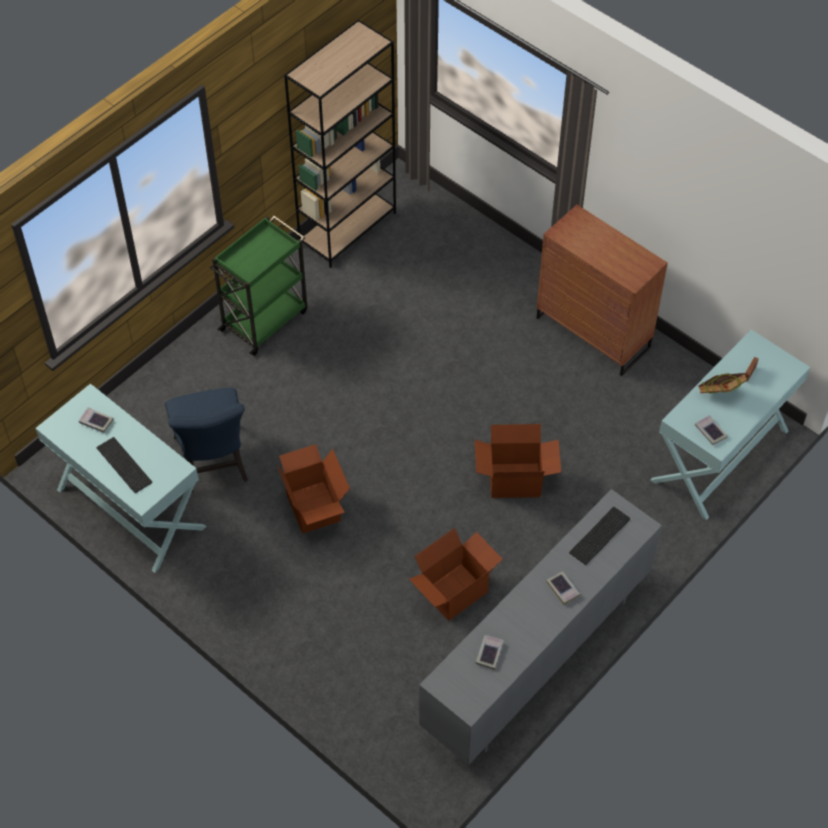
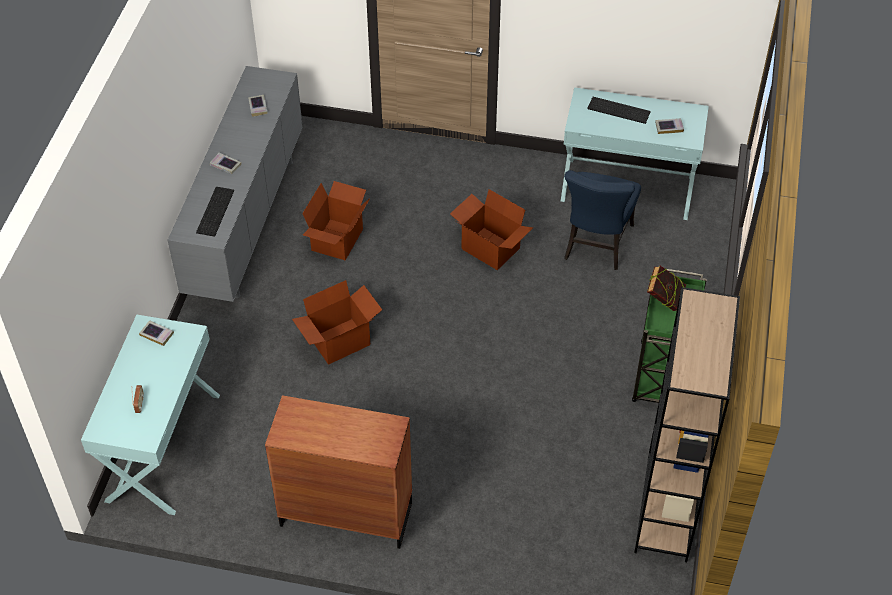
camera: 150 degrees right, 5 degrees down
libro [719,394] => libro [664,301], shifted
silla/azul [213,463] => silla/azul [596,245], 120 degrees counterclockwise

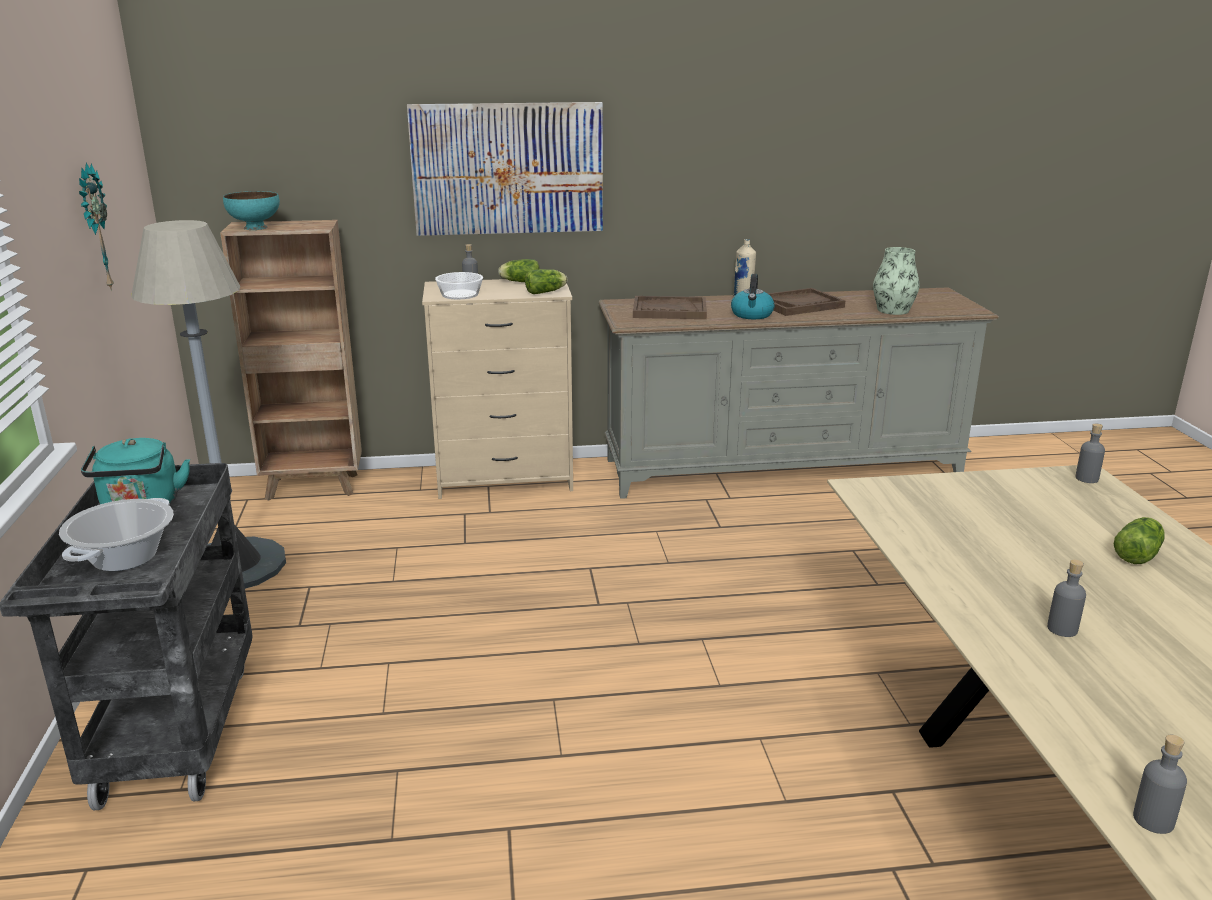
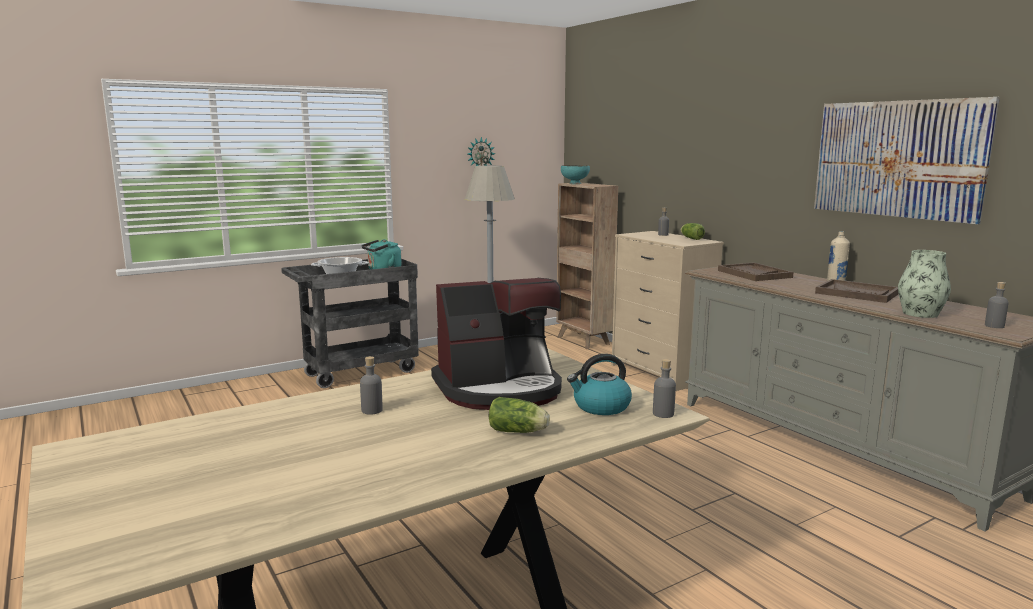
camera: 65 degrees right, 10 degrees down
cuadro [508,169] => cuadro [897,159], shifted
lechuga [547,292] => nothing
cuenco [460,295] => nothing
hervidor [752,315] => hervidor [600,407], shifted
botella/gris [1153,820] => botella/gris [994,326], shifted
nothing => cafetera [499,389]

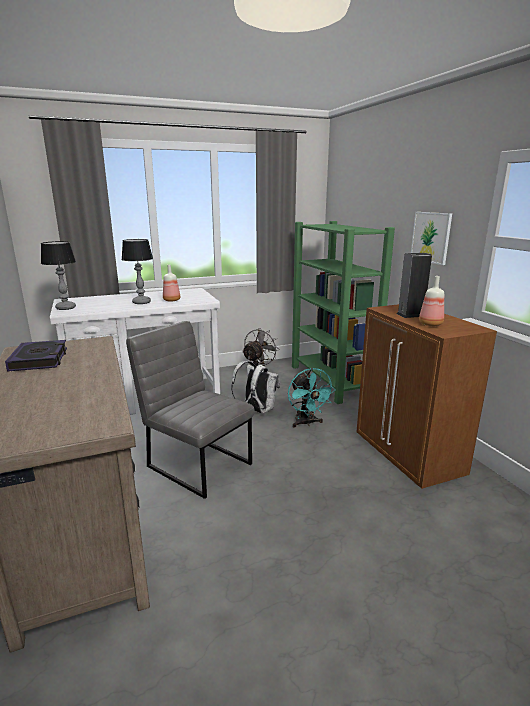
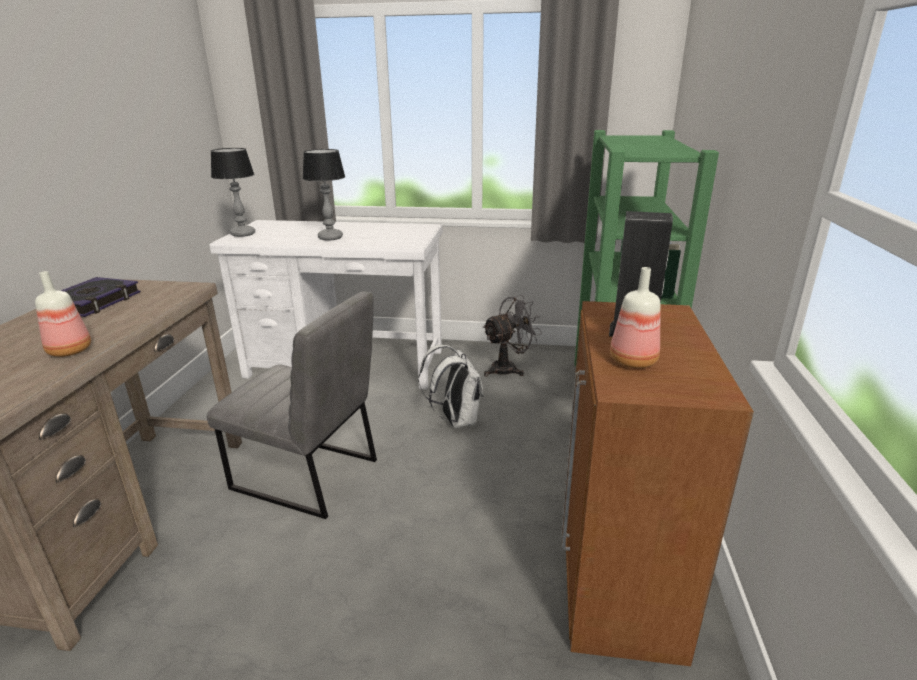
camera: 30 degrees right, 5 degrees up
cuadro [431,237] => nothing
botella [172,300] => botella [71,351], shifted
silla/gris [198,463] => silla/gris [308,476], 135 degrees clockwise
ventilador/turquesa [306,423] => nothing

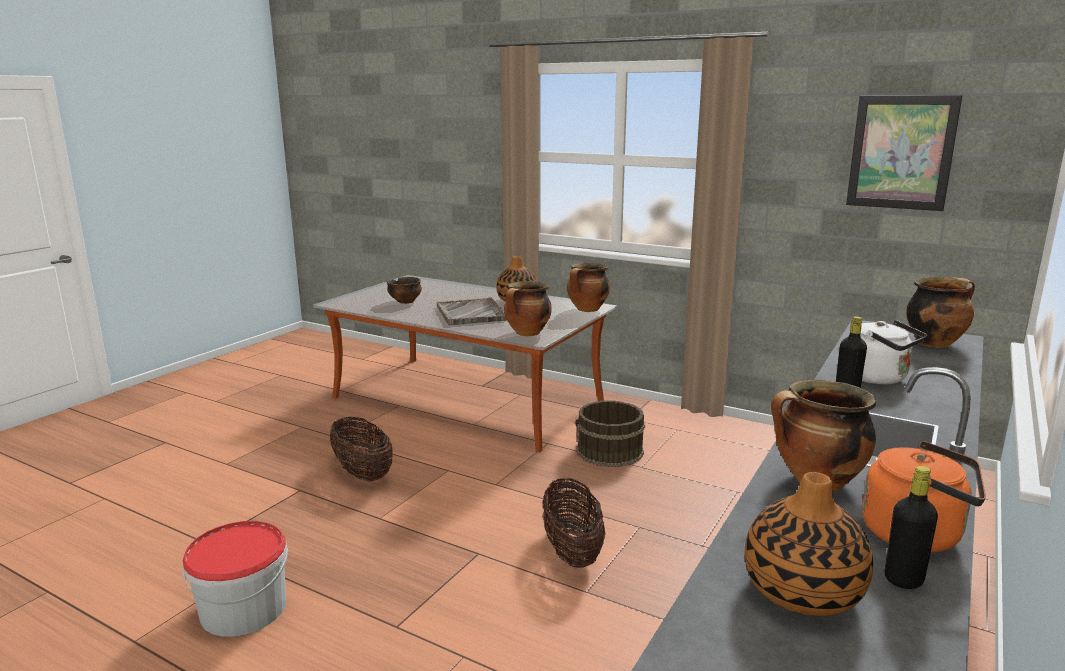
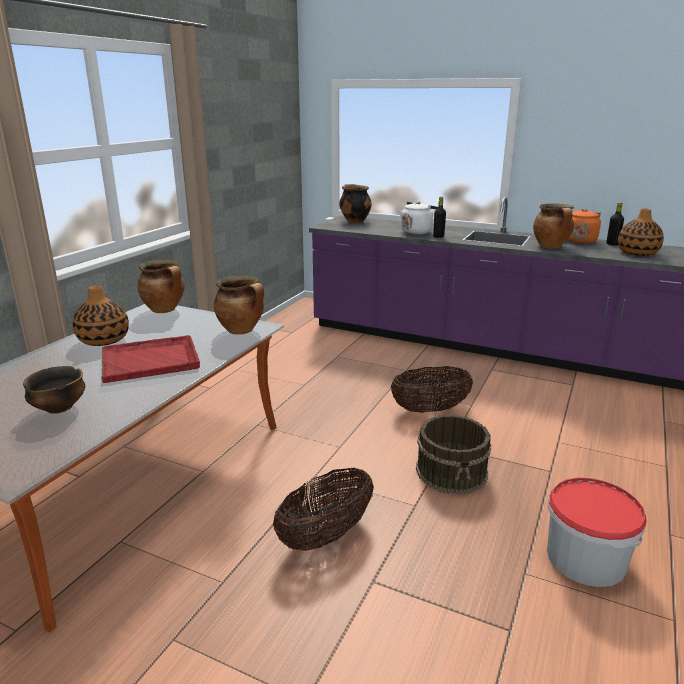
camera: 95 degrees left, 5 degrees up
cuadro [901,152] => nothing
bandeja/gris [471,313] => bandeja/rojo [151,360]
cubo/marrón [609,452] => cubo/marrón [452,471], shifted

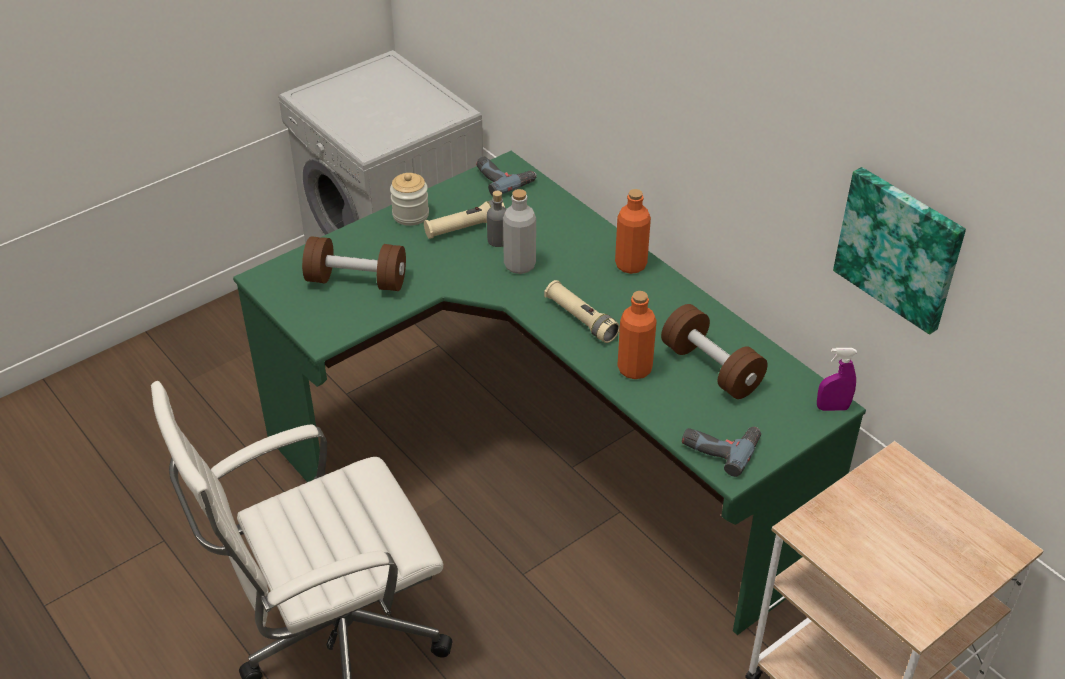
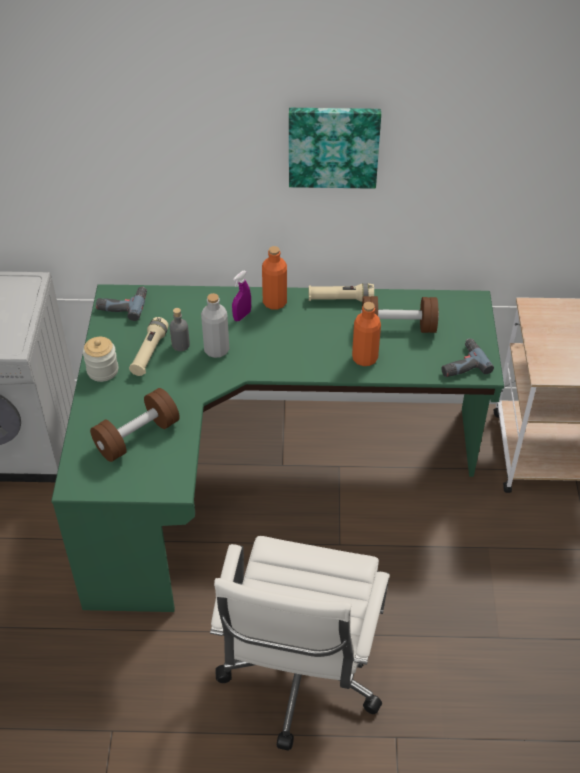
camera: 50 degrees left, 5 degrees up
cuadro [900,248] => cuadro [333,146], shifted
linterna/beis [581,319] => linterna/beis [340,299], shifted
pulverizador/morado [832,408] => pulverizador/morado [242,316], shifted

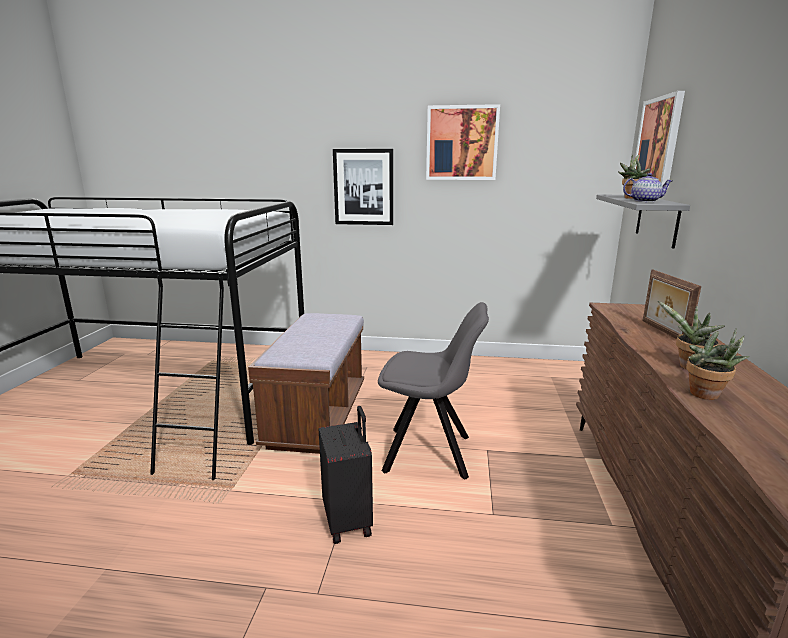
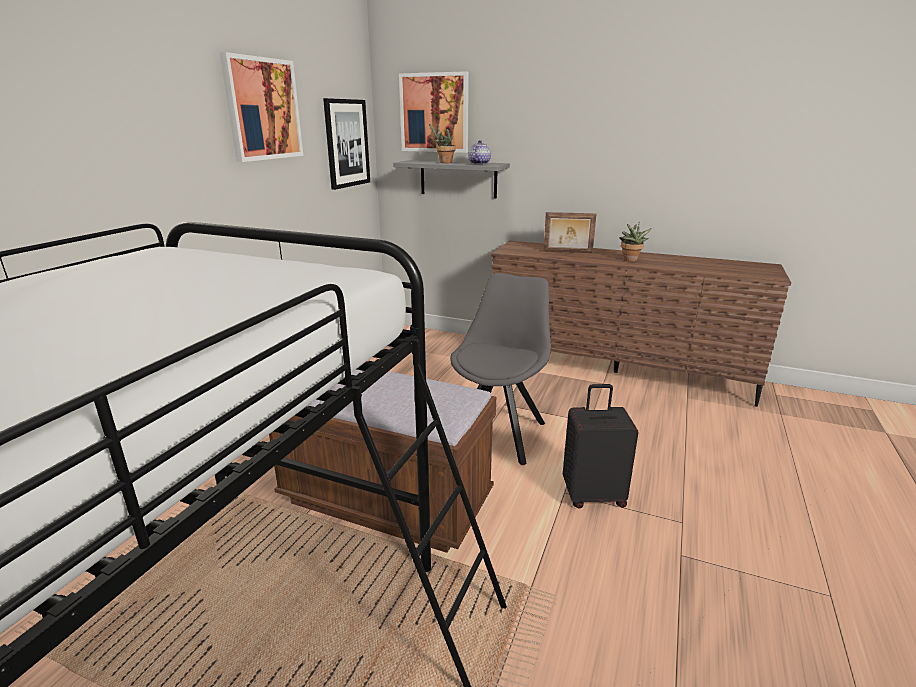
camera: 75 degrees left, 5 degrees up
cuadro [363,187] => cuadro [347,143], shifted
planta en maceta [707,396] => nothing

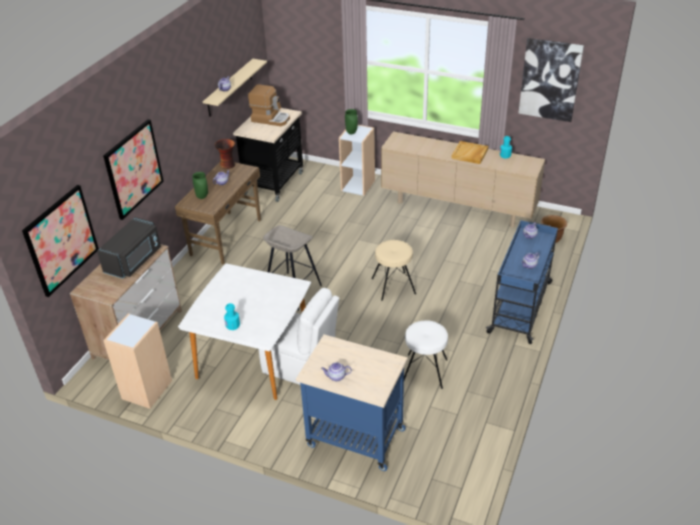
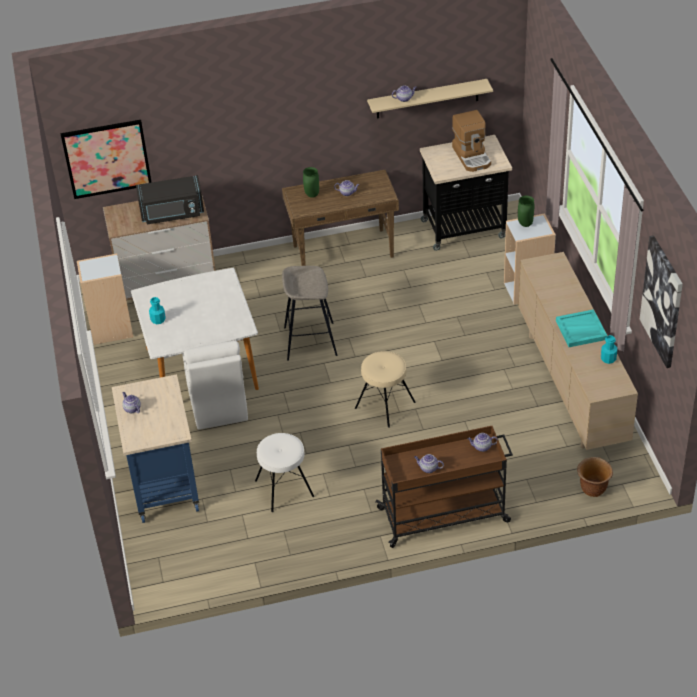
camera: 55 degrees right, 5 degrees up
cuadro [133,169] => nothing
florero [228,165] => nothing
bandeja/beis [470,154] => bandeja/turquesa [580,330]
carrito/azul [520,306] => carrito/marrón [445,515]

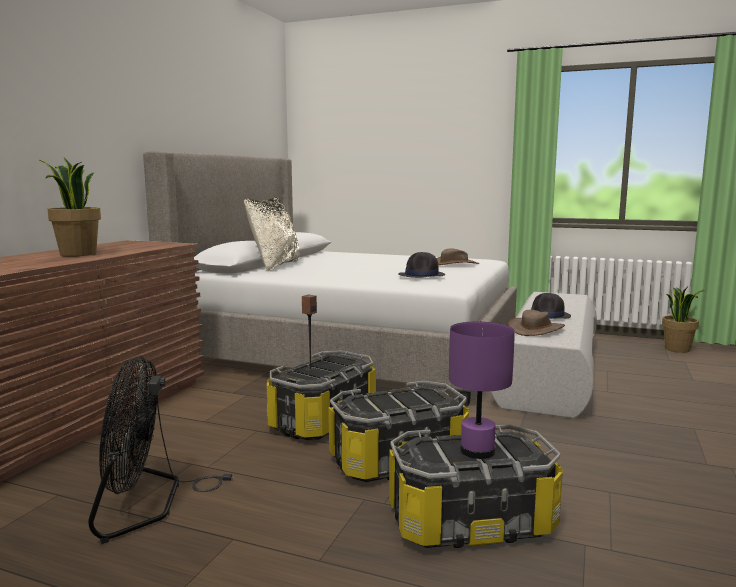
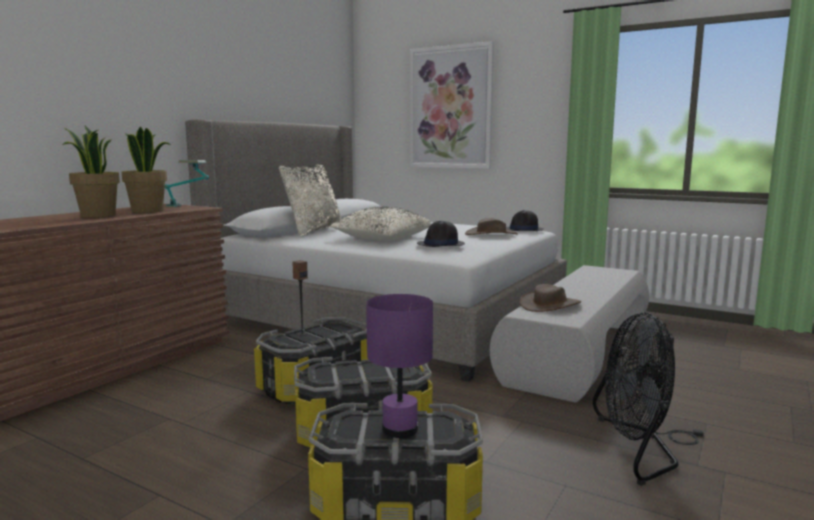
camera: 10 degrees right, 0 degrees up
planta en maceta [677,349] => planta en maceta [148,211], shifted
sombrero/negro [547,315] => sombrero/negro [523,230], shifted
ventilador/negro [153,498] => ventilador/negro [643,447], shifted
nothing => cuadro [450,107]
nothing => lámpara de mesa [188,207]
nothing => cojín/beis [383,237]

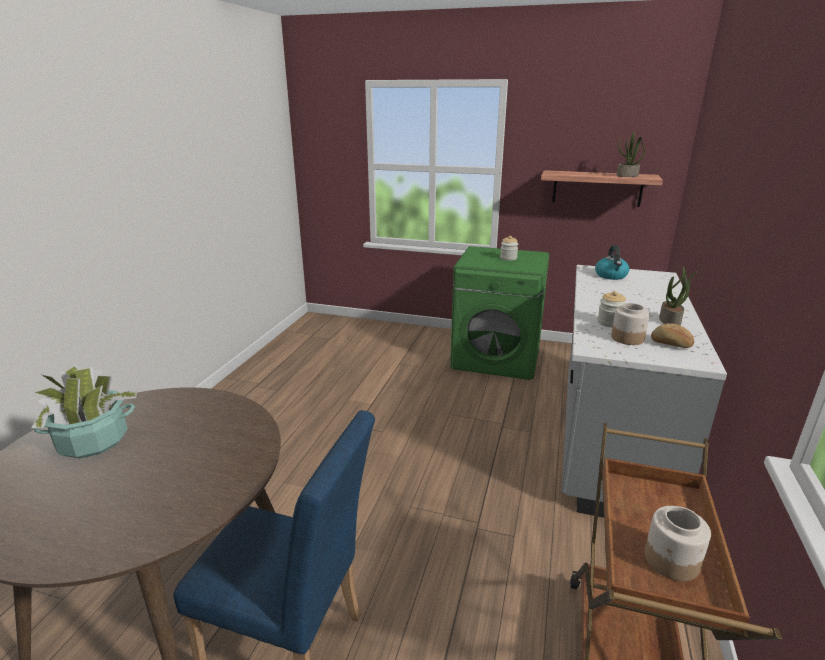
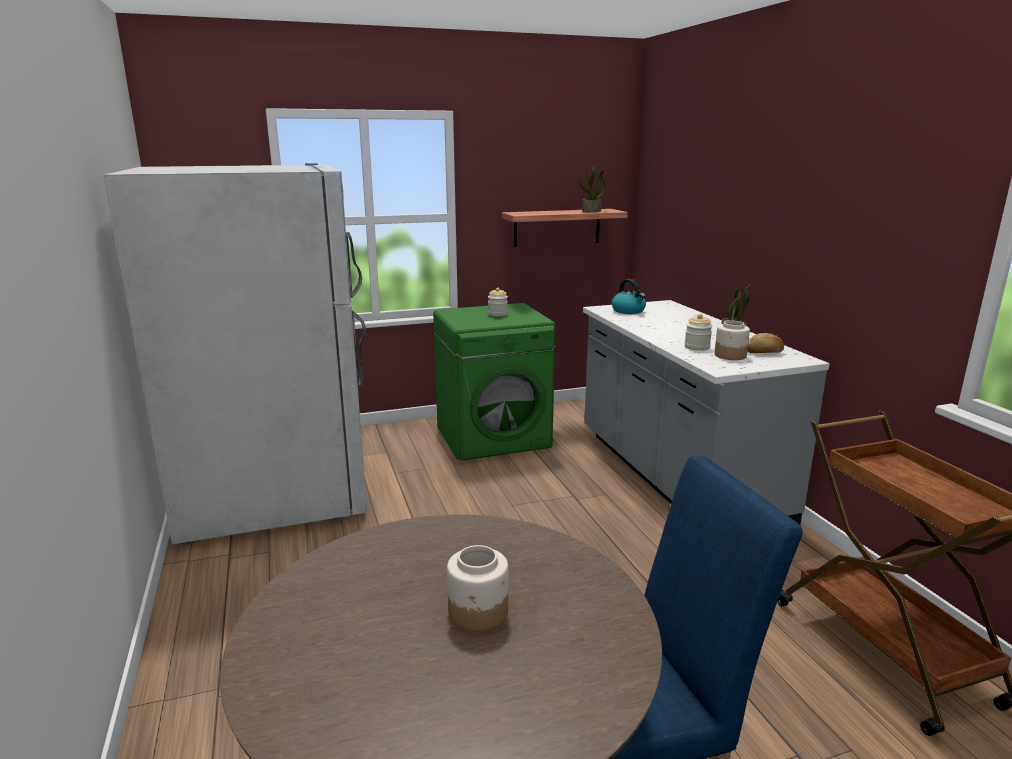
camera: 35 degrees left, 5 degrees down
planta en maceta [93,441] => nothing
tarro [671,561] => tarro [478,612], shifted
nothing => nevera/blanco [273,492]

